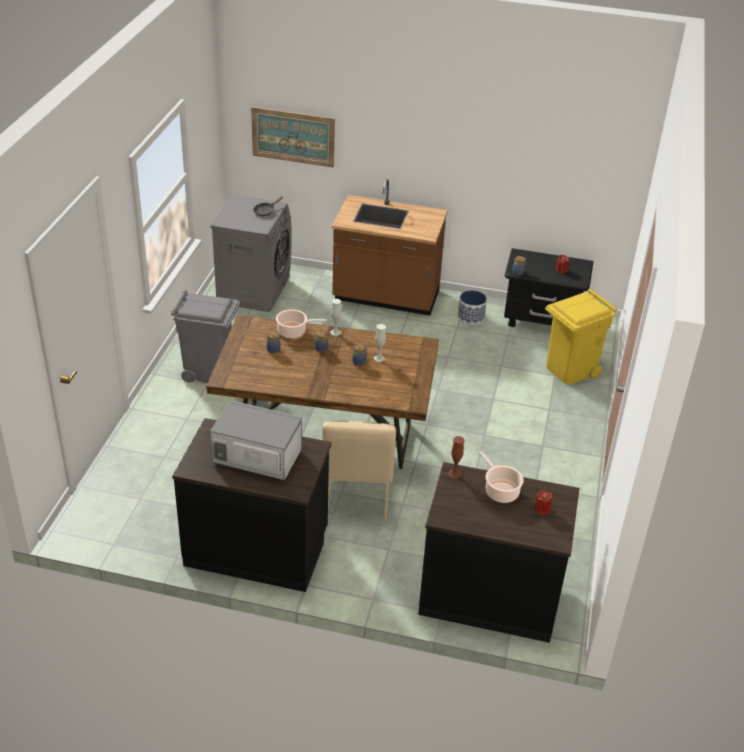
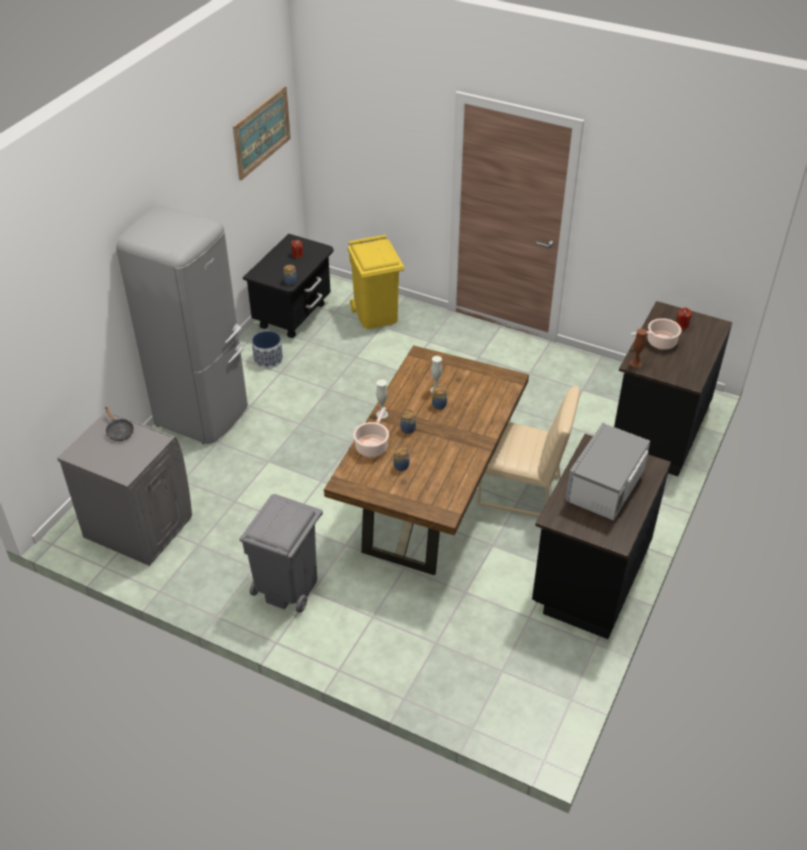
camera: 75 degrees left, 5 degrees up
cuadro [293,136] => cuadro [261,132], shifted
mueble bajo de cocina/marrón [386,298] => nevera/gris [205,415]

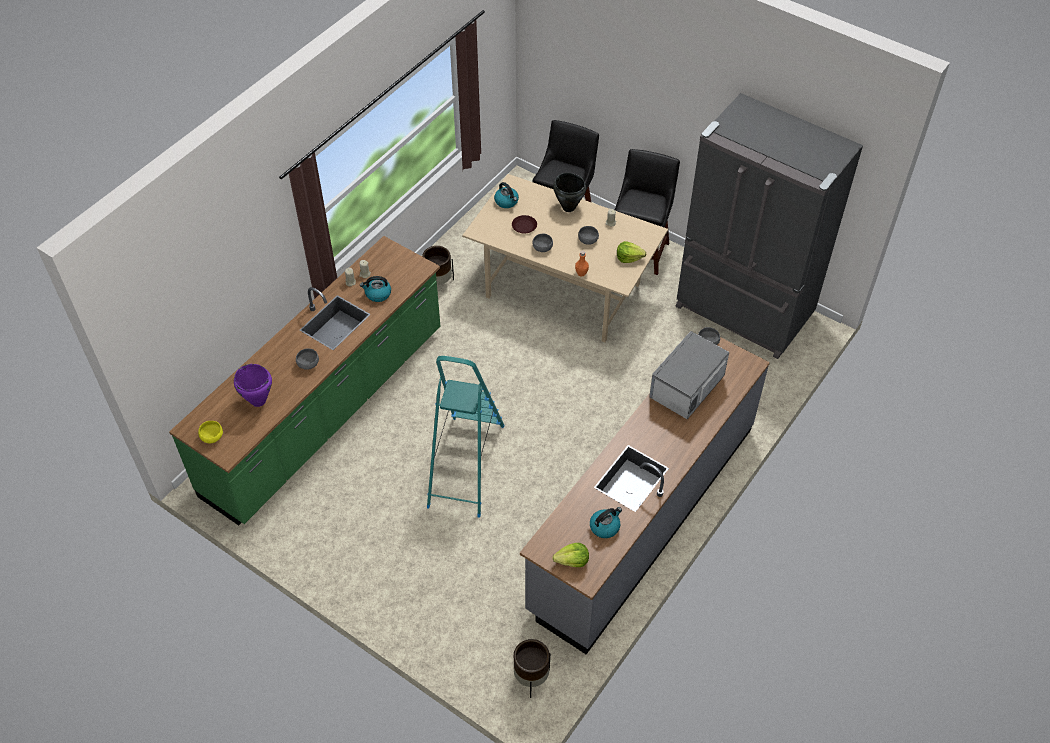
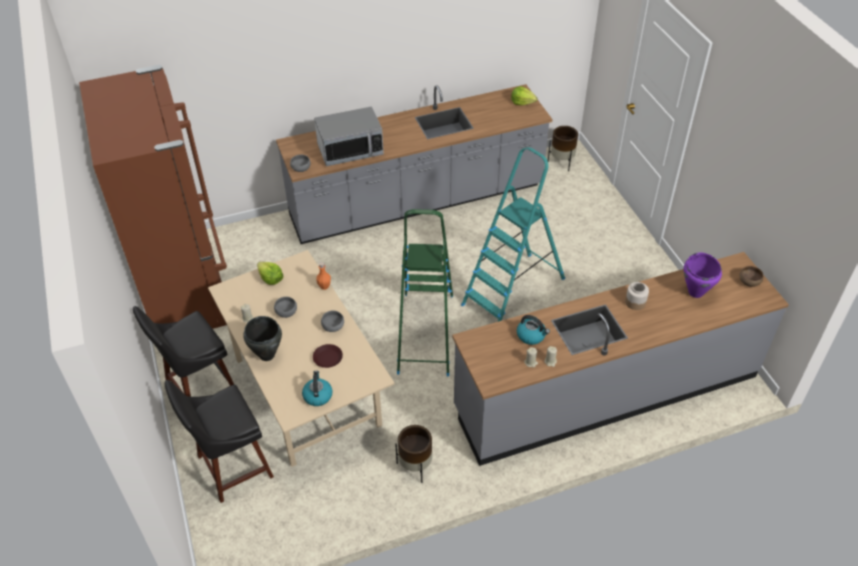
camera: 145 degrees left, 5 degrees down
nevera/gris [743,312] => nevera/marrón [188,291]
mueble bajo de cocina/verde [326,412] => mueble bajo de cocina/gris [606,392]
cuenco/gris [308,364] => tarro [635,302]
cuenco/amarillo [212,437] => cuenco/marrón [748,282]
hervidor [605,526] => nothing
nothing => escalera de tijera/verde [425,332]

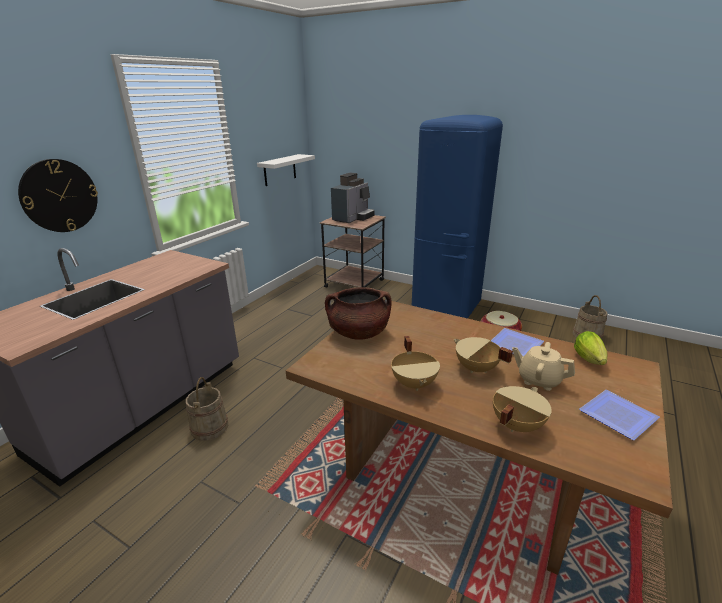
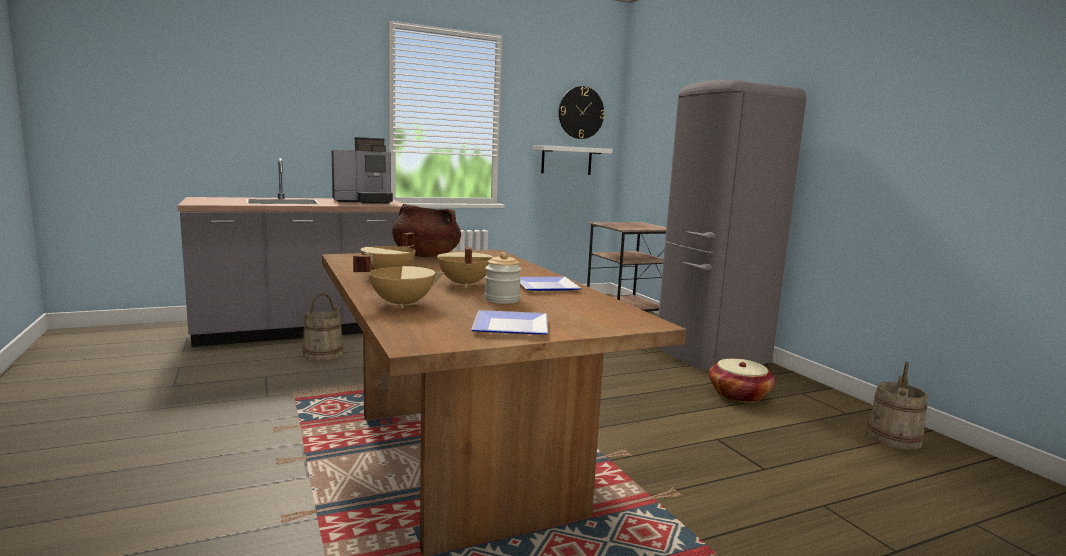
camera: 35 degrees right, 15 degrees down
nevera/azul [445,306] => nevera/gris [708,356]
reloj de pared [59,196] => reloj de pared [581,112], shifted
cafetera [353,218] => cafetera [364,201], shifted
lechuga [590,361] => nothing
tetera/beis [538,380] => tarro [502,300]

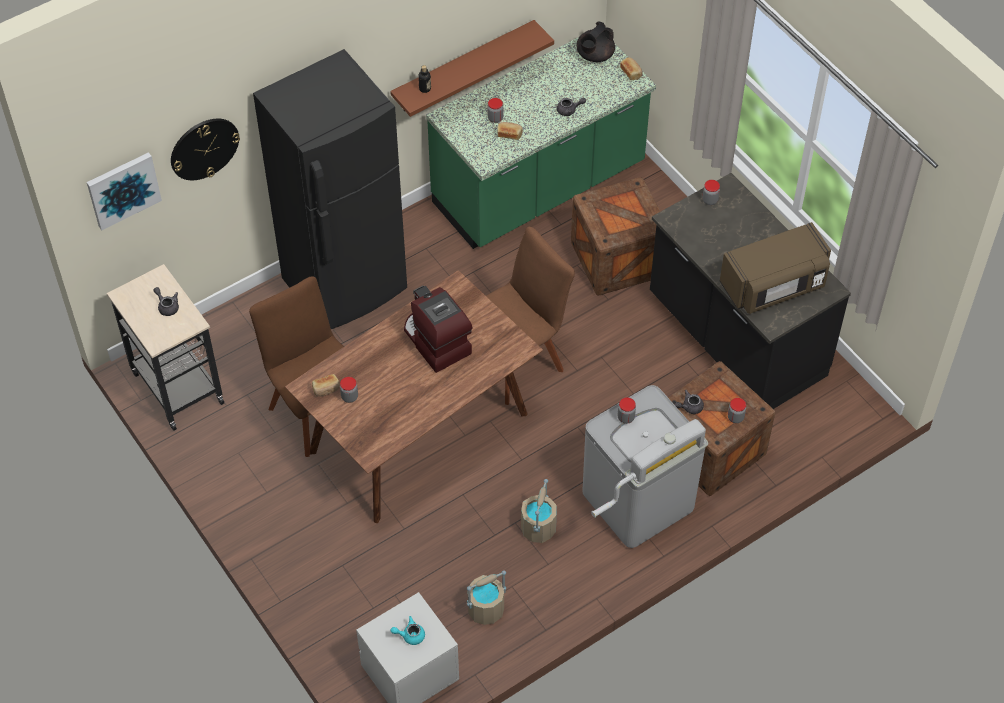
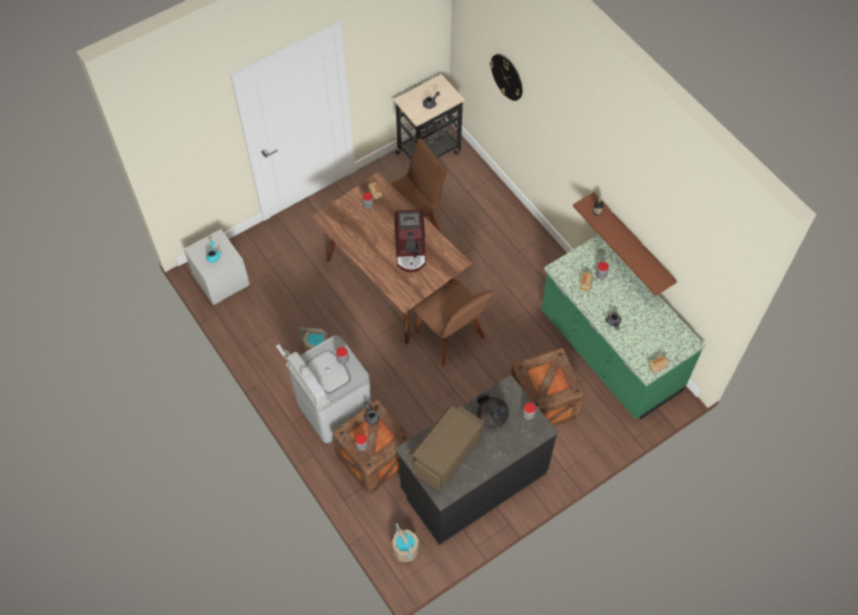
camera: 90 degrees right, 5 degrees up
tetera/negro [594,55] => tetera/negro [491,416], shifted
nevera/negro [345,285] => nothing
cuadro [123,189] => nothing
microondas/marrón [774,285] => microondas/marrón [446,454], 60 degrees clockwise
cafetera [435,342] => cafetera [411,251], 120 degrees clockwise
cubo/beis [485,609] => cubo/beis [405,550], shifted

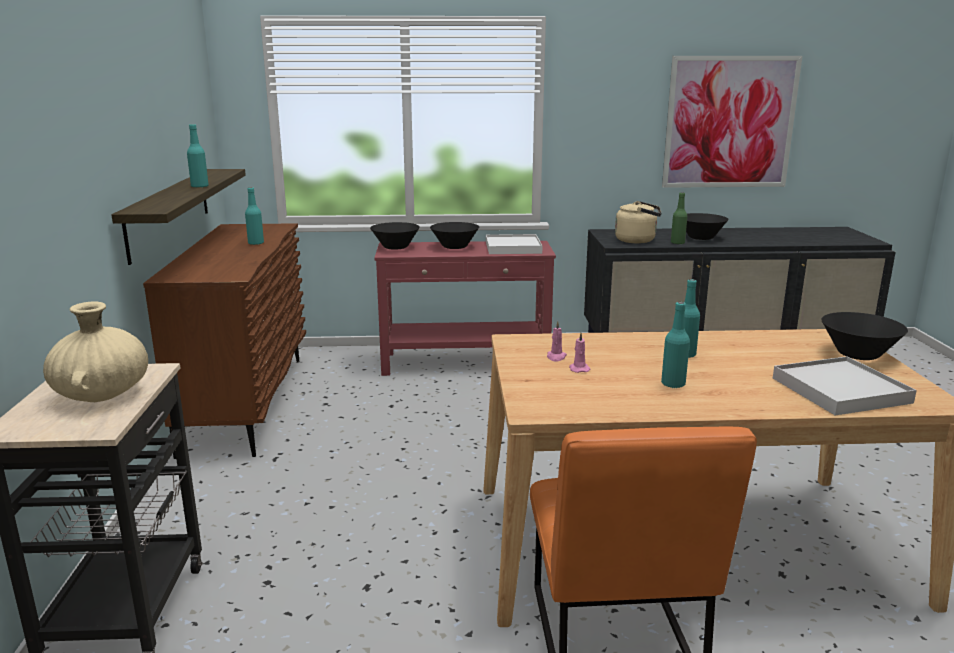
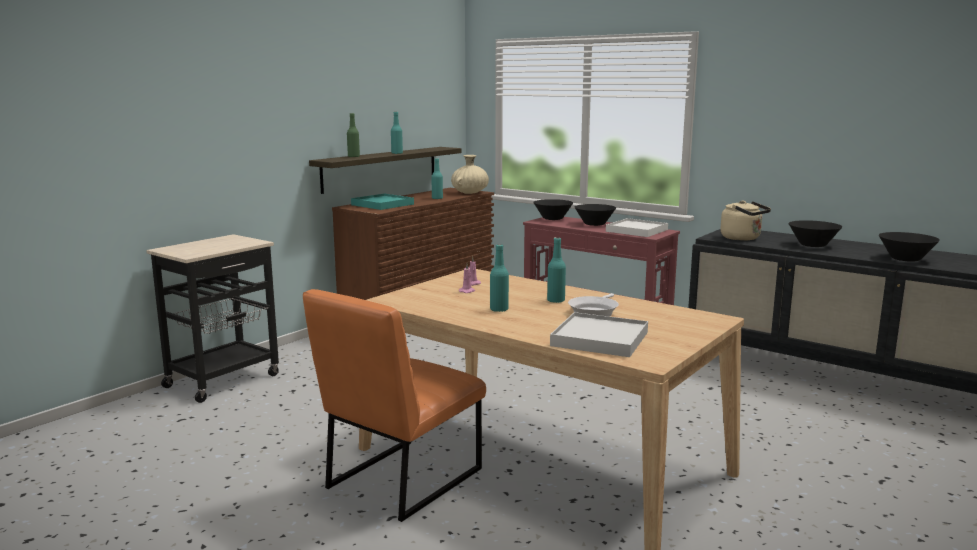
camera: 40 degrees right, 5 degrees down
cuadro [729,122] => nothing
botella/verde [677,243] => botella/verde [353,157], shifted
florero/beis [103,395] => florero/beis [470,193], shifted
cuenco/negro [858,354] => cuenco/negro [905,259], shifted
nothing => bandeja/turquesa [382,204]
nothing => sartén/blanco [594,312]

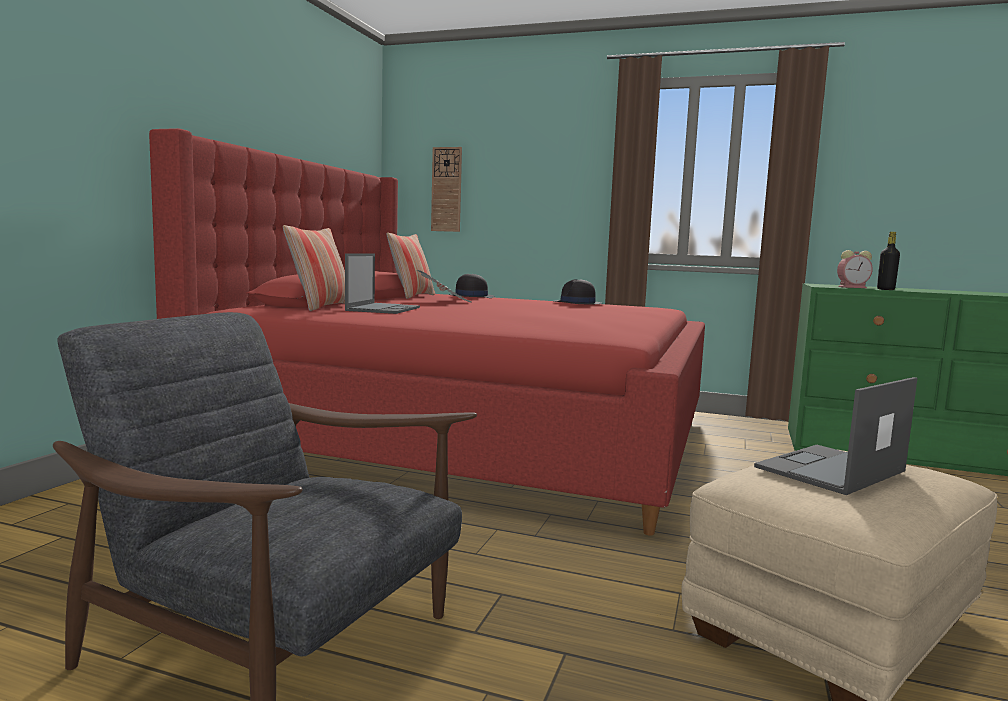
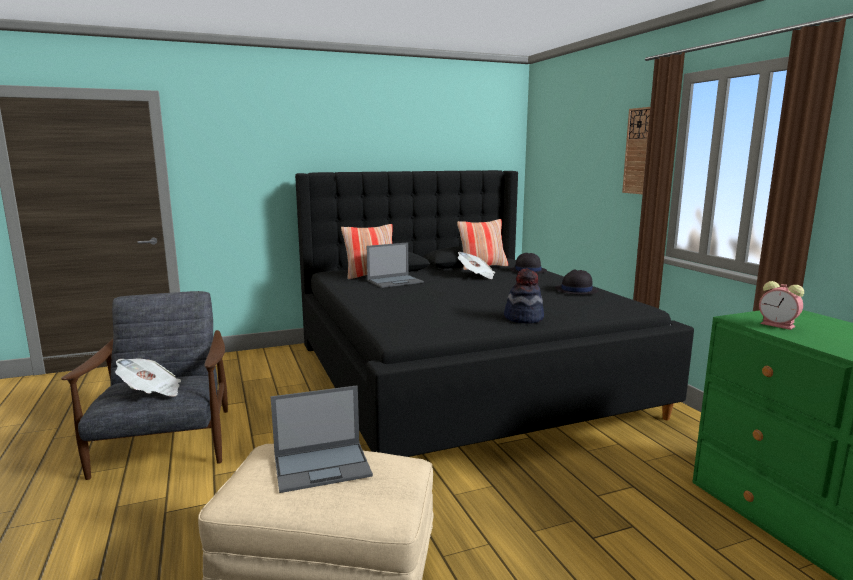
camera: 50 degrees right, 5 degrees up
cama/rojo [468,435] => cama/negro [462,376]
reloj de pared [446,189] => reloj de pared [638,151], shifted
botella/negro [885,289] => nothing
portátil [830,470] => portátil [323,466], 150 degrees clockwise
nothing => sombrero [523,318]
nothing => periódico [151,392]

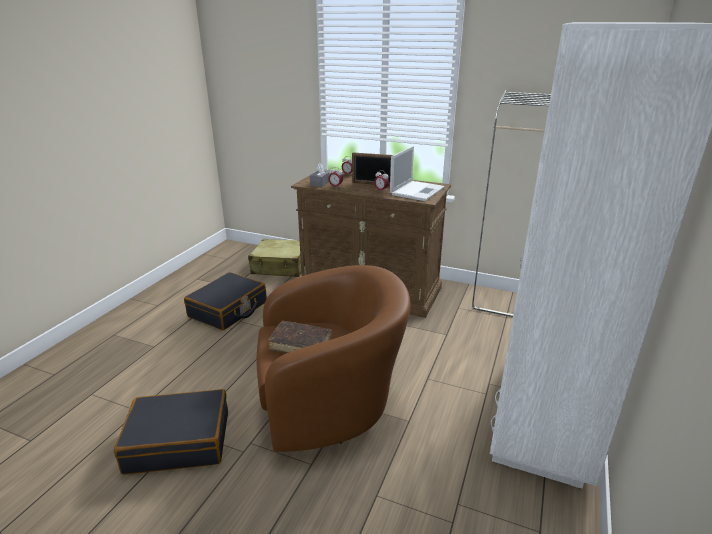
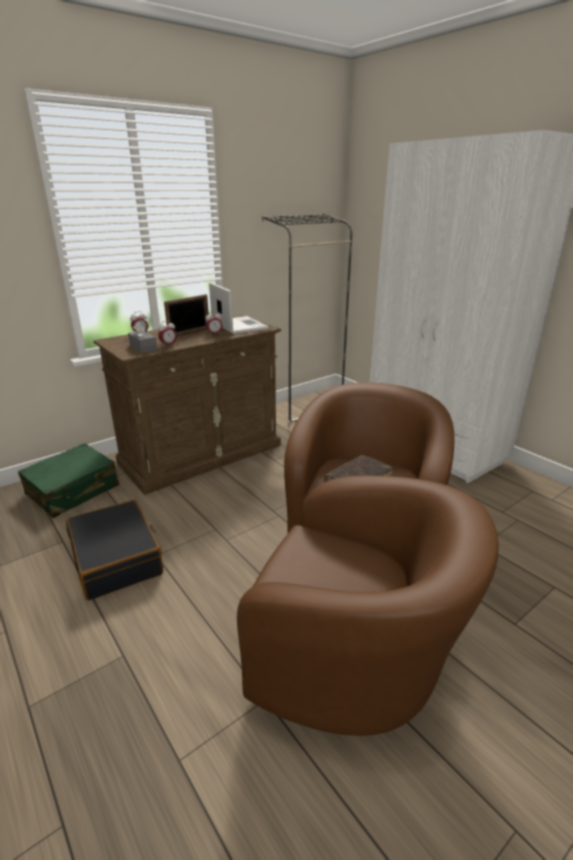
camera: 60 degrees left, 0 degrees up
maleta/beis [281,267] => maleta/verde [73,490]
maleta/negro [179,441] => sillón/marrón [352,663]

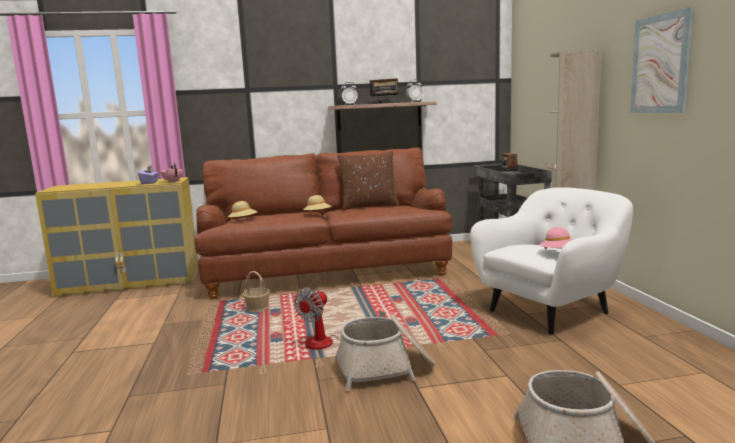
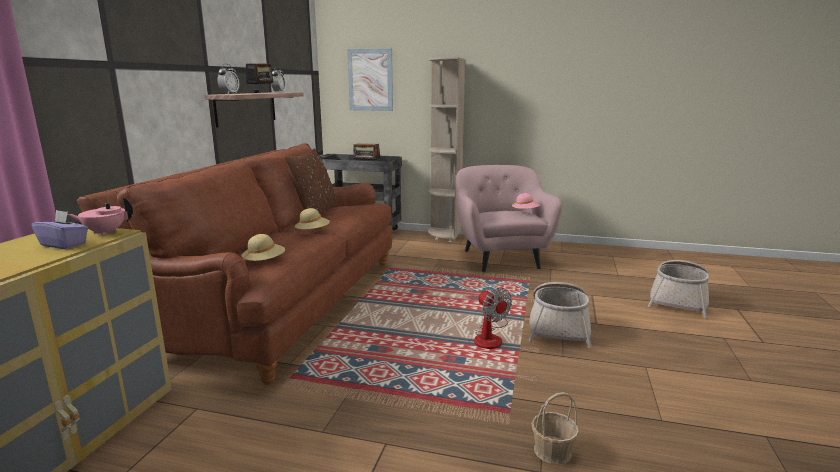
camera: 65 degrees left, 5 degrees up
cuadro [660,64] => cuadro [370,80], shifted
sillón/blanco [550,310] => sillón/rosa [500,257]
cesta [257,308] => cesta [552,451], shifted

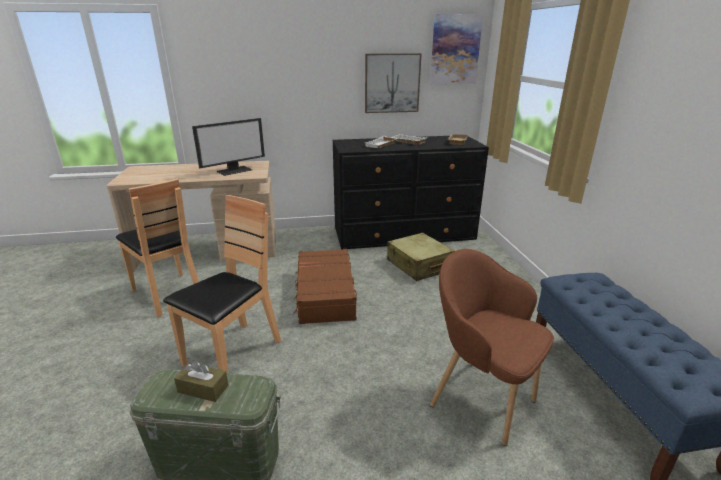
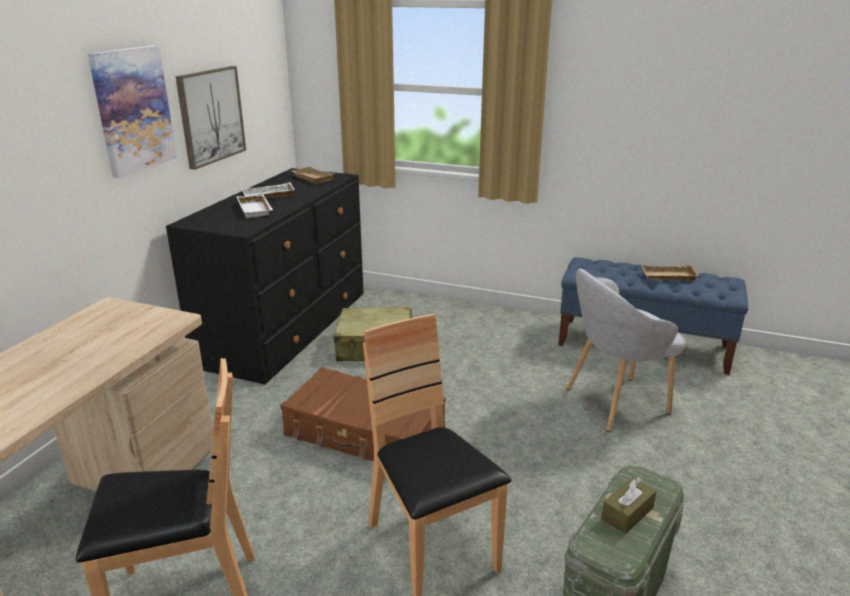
camera: 60 degrees left, 0 degrees up
cuadro [455,50] => cuadro [133,110], shifted
monitor [234,170] => nothing
sillón/marrón [480,399] => sillón/gris [614,402]
nothing => bandeja/beis [668,277]

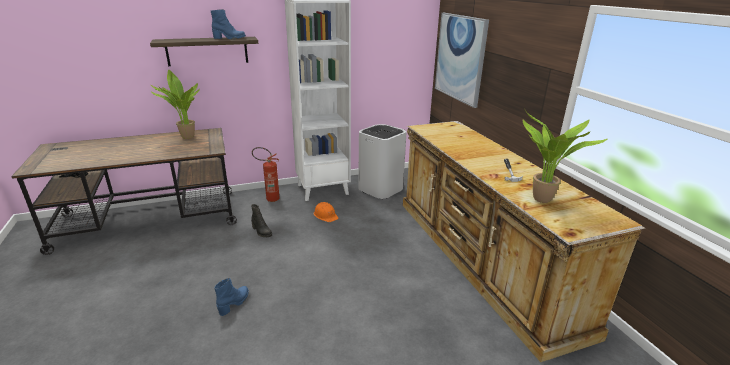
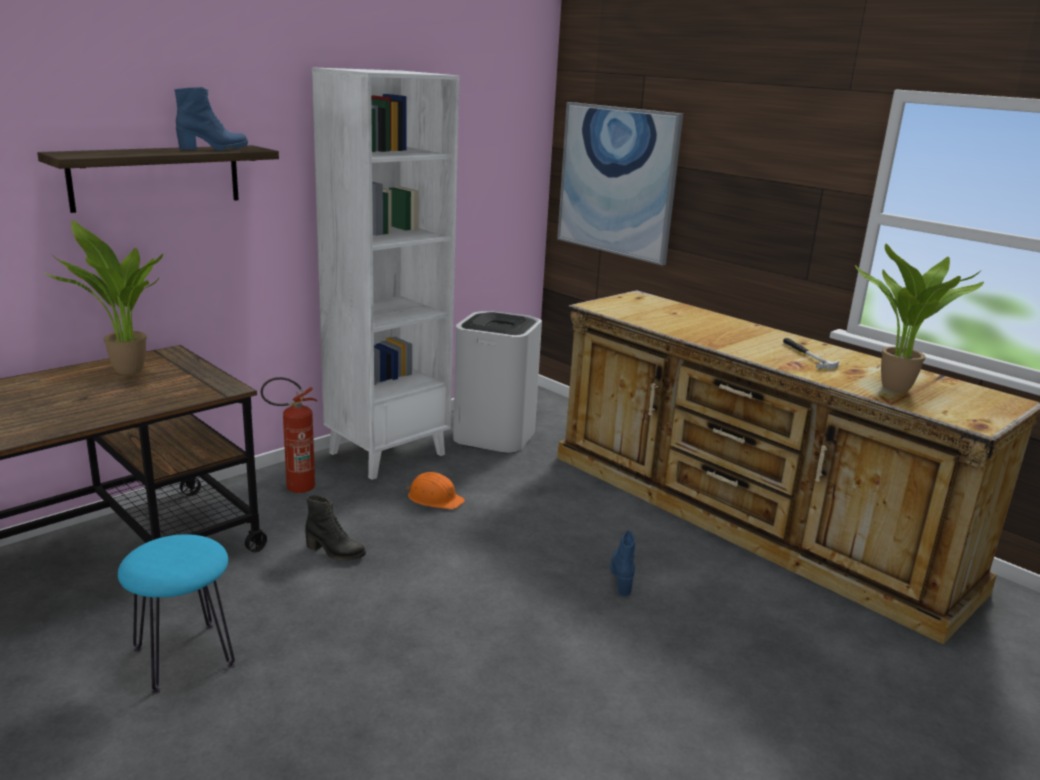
camera: 25 degrees left, 5 degrees down
bota/azul [234,303] => bota/azul [622,577], shifted
nothing => taburete/turquesa [183,658]

